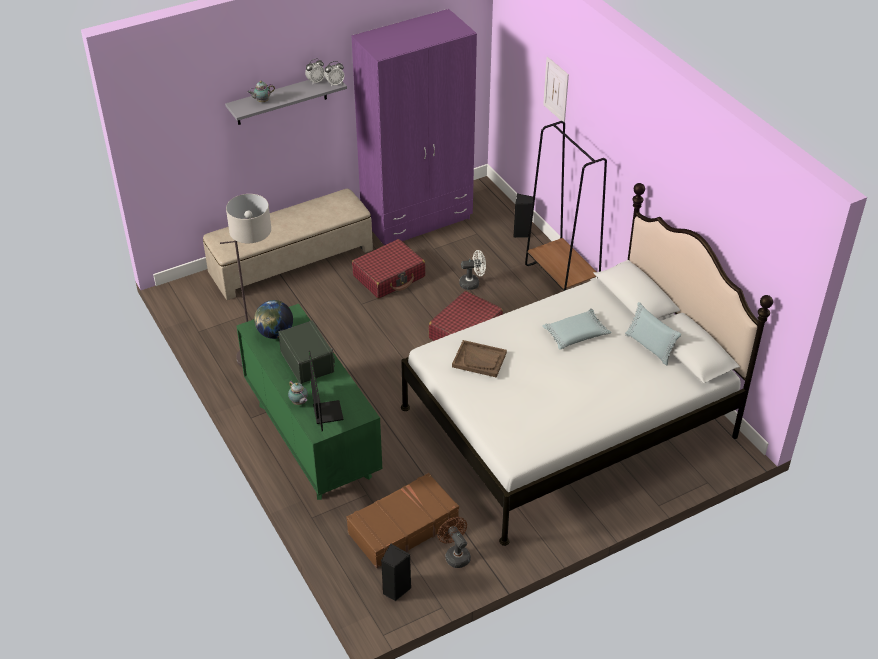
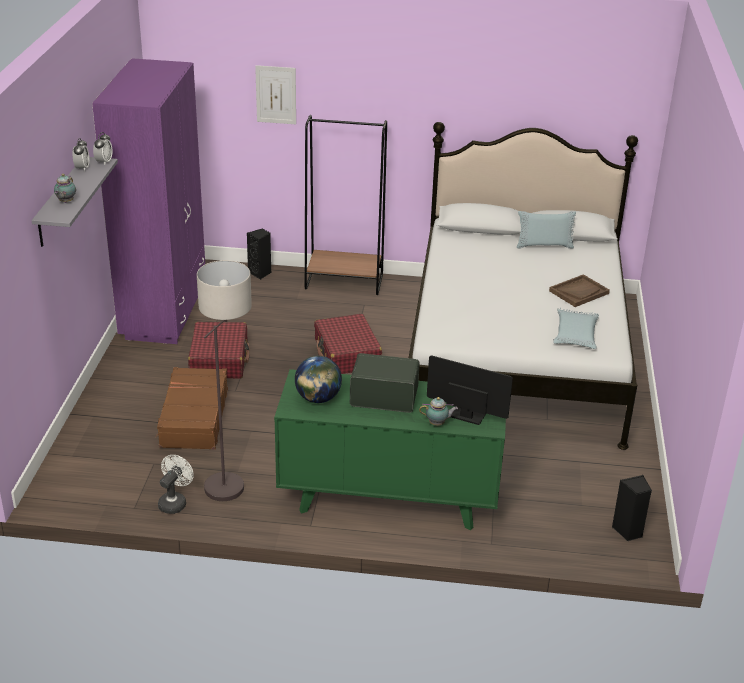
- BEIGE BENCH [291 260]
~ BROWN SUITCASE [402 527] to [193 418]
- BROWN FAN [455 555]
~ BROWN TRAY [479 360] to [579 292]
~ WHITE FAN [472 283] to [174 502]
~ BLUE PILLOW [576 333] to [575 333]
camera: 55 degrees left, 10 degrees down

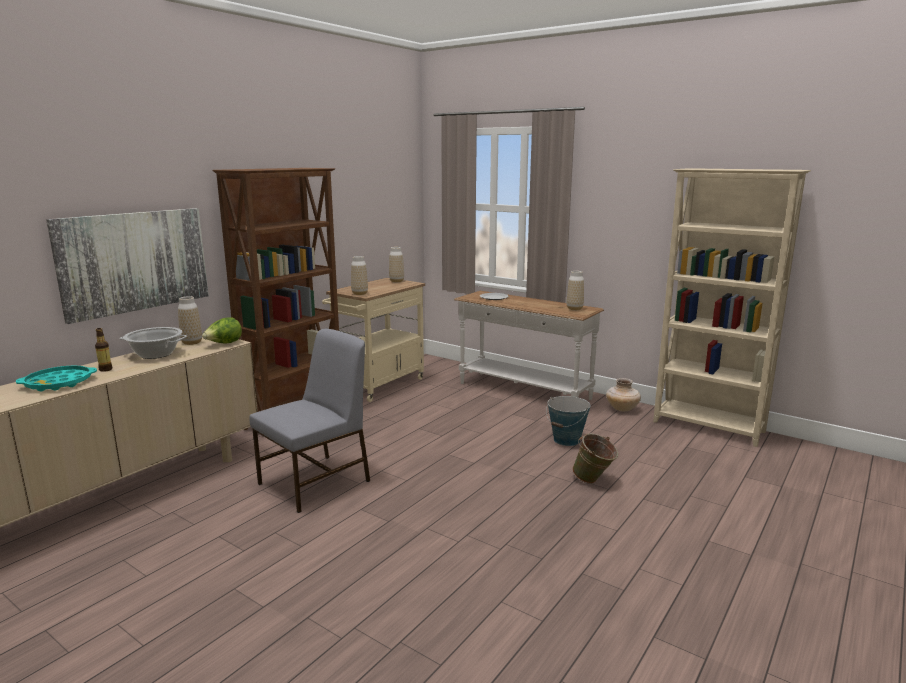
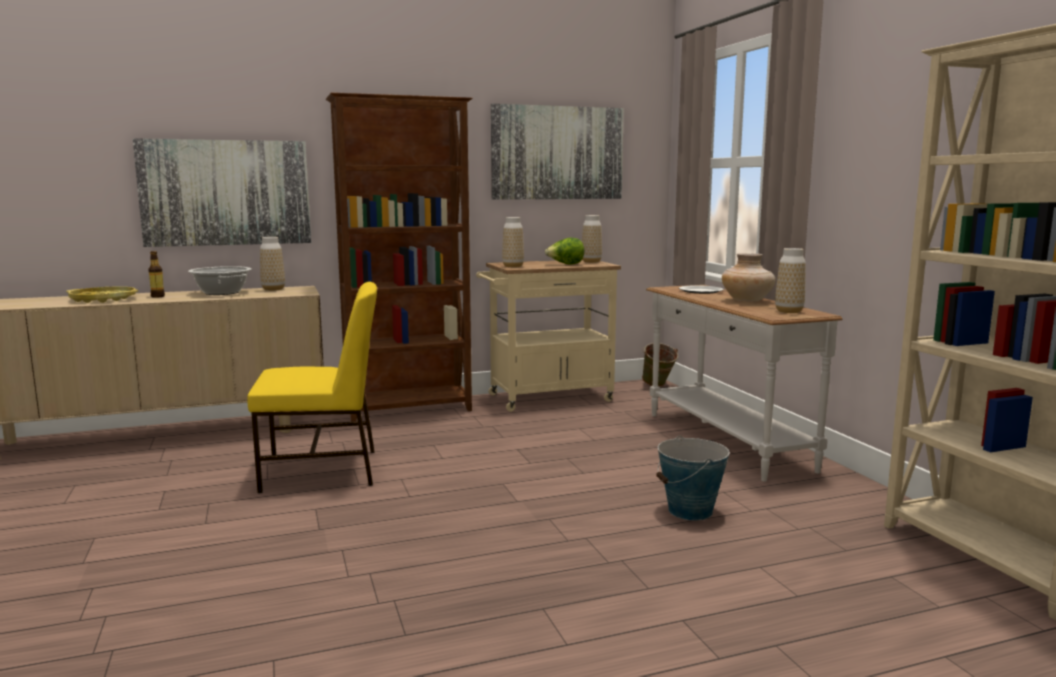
~ TURQUOISE TRAY [59 383] to YELLOW TRAY [103 299]
~ LETTUCE [224 344] to [565 264]
~ GREY CHAIR [316 482] to YELLOW CHAIR [323 471]
~ GREEN BUCKET [593 481] to [657 386]
~ BEIGE VASE [622 409] to [747 301]
+ PICTURE [557 153]
camera: 35 degrees right, 5 degrees down

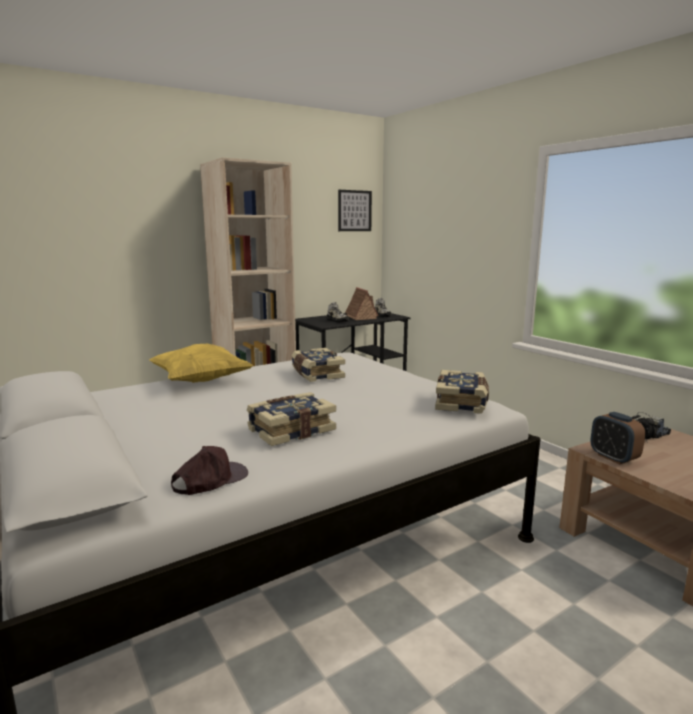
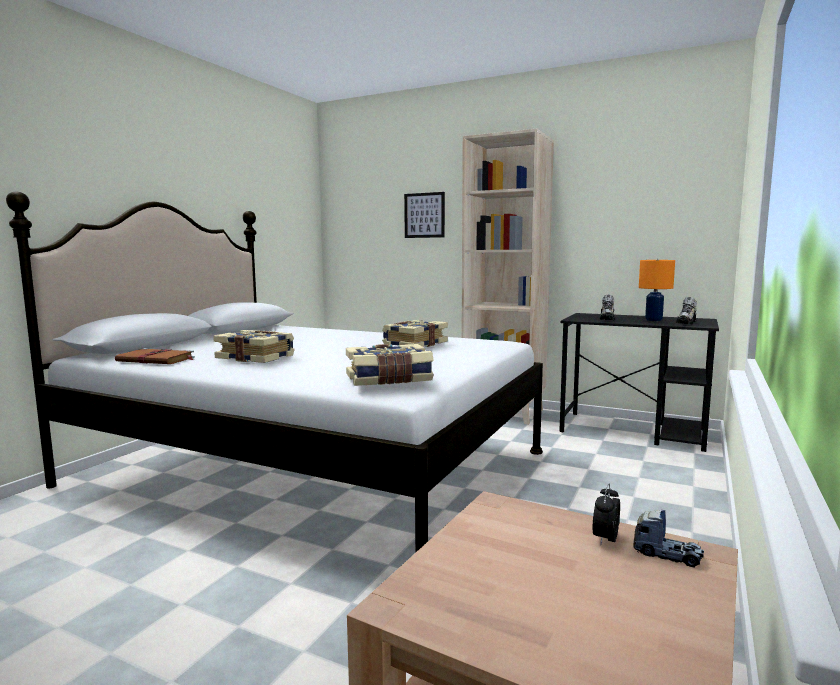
- YELLOW PILLOW [201 381]
~ BROWN CAP [210 479] to BROWN BOOK [157 360]
~ PICTURE [354 211] to [424 215]
~ TOY HOUSE [360 317] to ORANGE TABLE LAMP [652 320]
- ALARM CLOCK [613 458]
camera: 60 degrees right, 5 degrees down

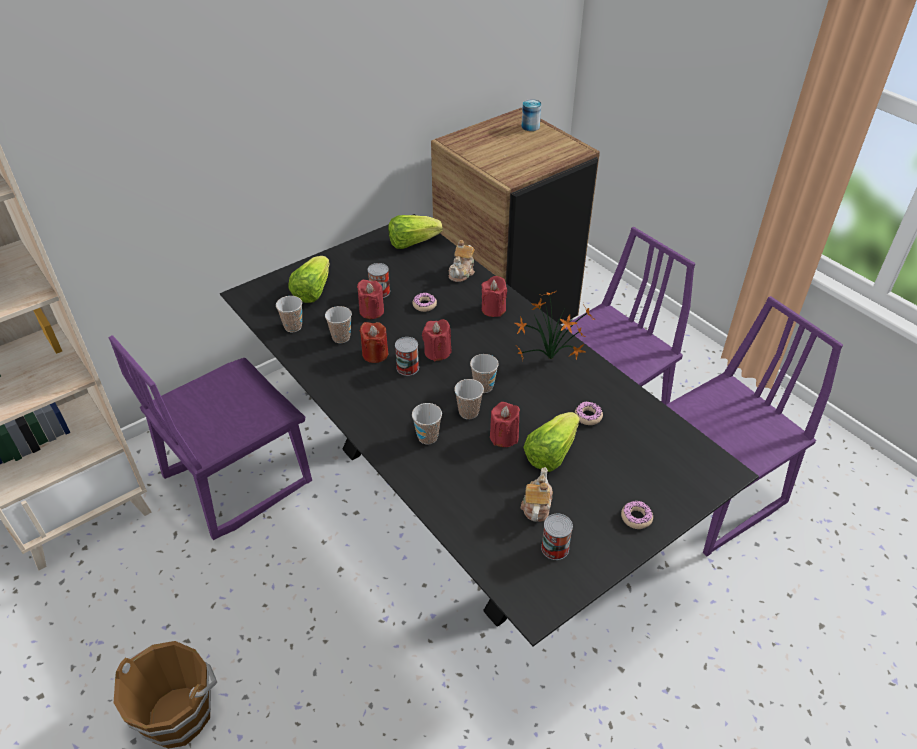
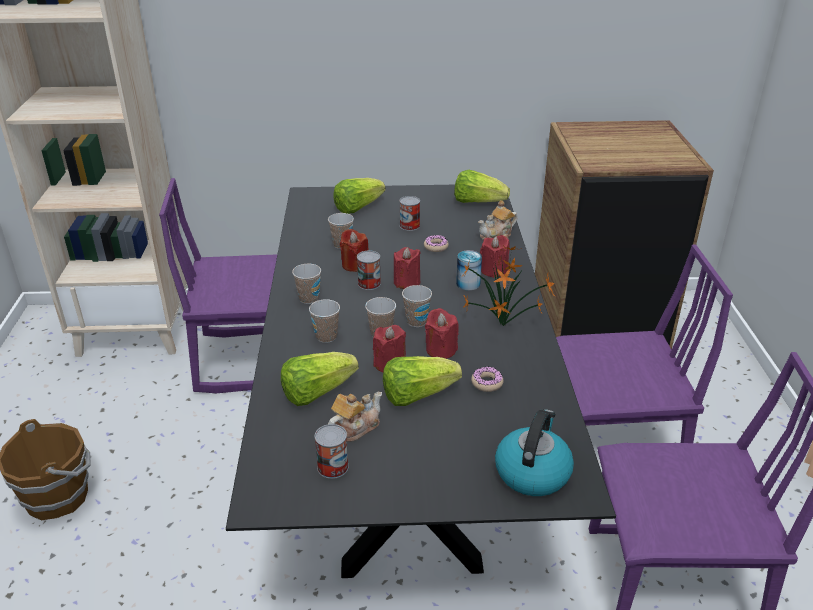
~ CUP [293 327] to [309 298]
~ RED CANDLE [371 311] to [441 350]
~ CAN [530 126] to [468 284]
- DONUT [636 518]
+ LETTUCE [316 392]
+ KETTLE [532 472]
camera: 35 degrees right, 10 degrees down

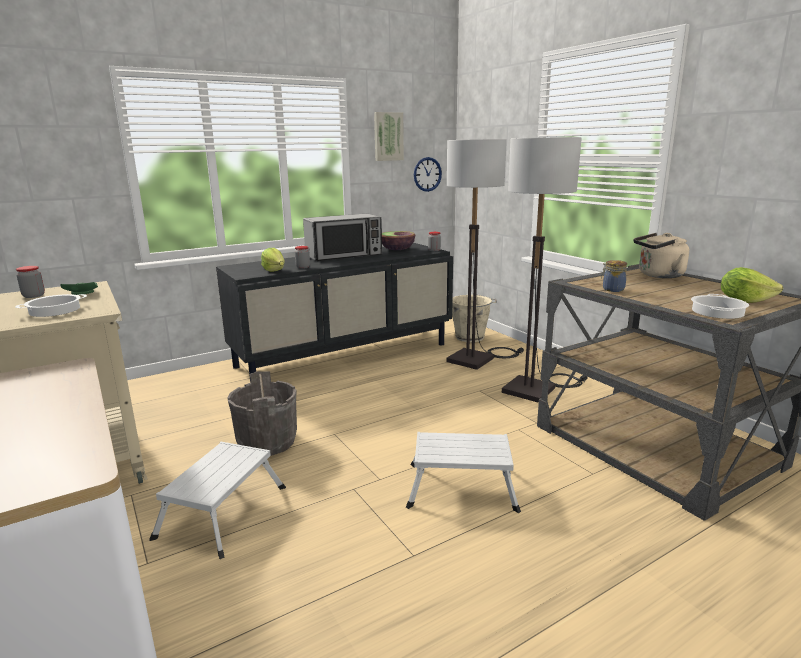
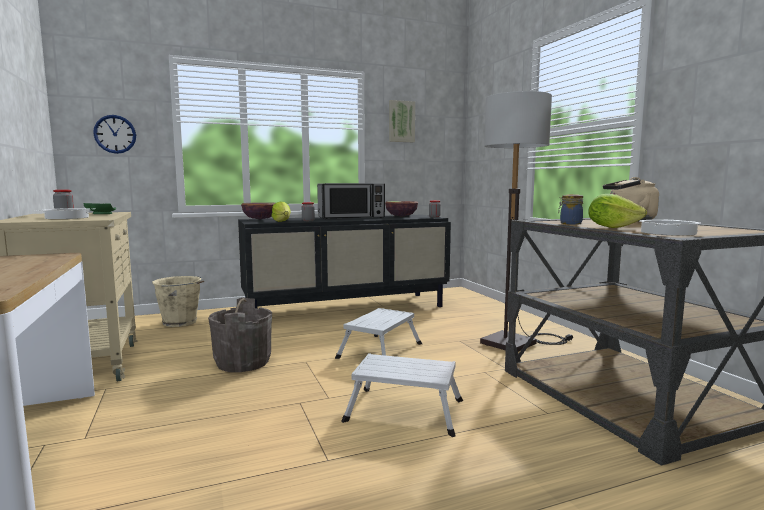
~ WHITE STEP LADDER [221 512] to [380 351]
~ WALL CLOCK [427 174] to [115 134]
- FLOOR LAMP [480 359]
~ BEIGE BUCKET [471 337] to [181 322]
~ LETTUCE [744 300] to [612 227]
+ BOWL [260 219]
camera: 10 degrees right, 10 degrees down

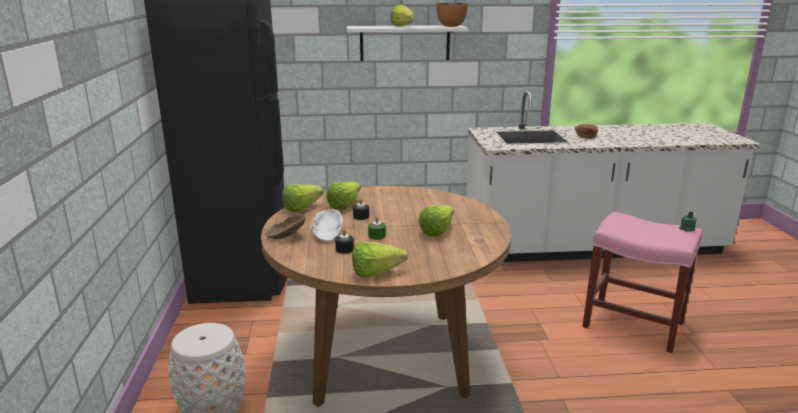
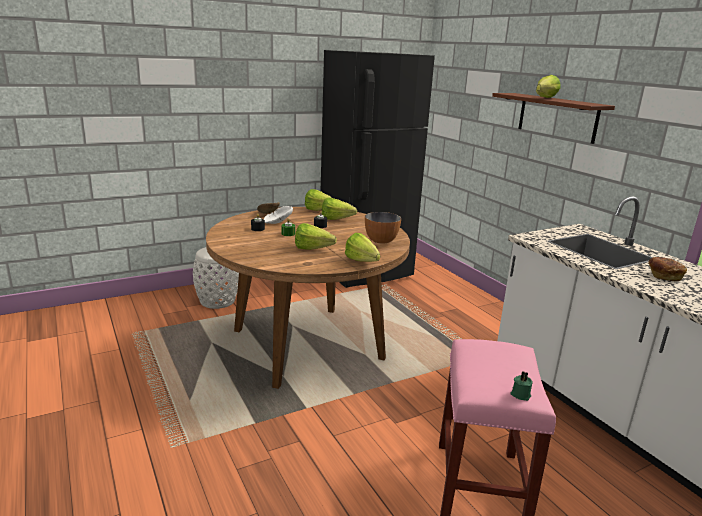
~ WHITE SHELF [405 43] to BROWN SHELF [557 117]
~ LETTUCE [380 273] to [363 262]
~ BOWL [451 26] to [381 241]
camera: 65 degrees right, 0 degrees up

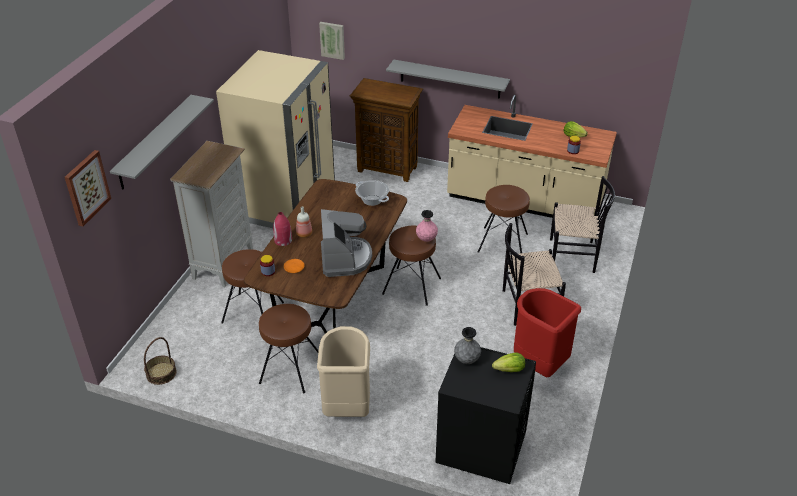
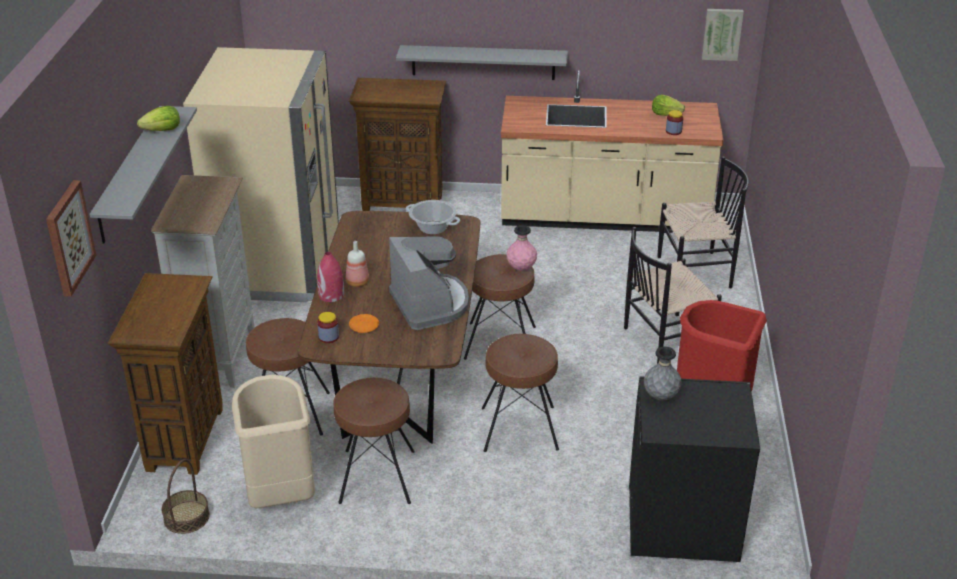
~ BEIGE TRASH CAN [346 407] to [280 495]
~ PICTURE [332 40] to [722 34]
~ BROWN STOOL [503 243] to [519 429]
~ LETTUCE [509 370] to [163 130]
+ BROWN CABINET [184 438]
camera: 15 degrees left, 5 degrees down

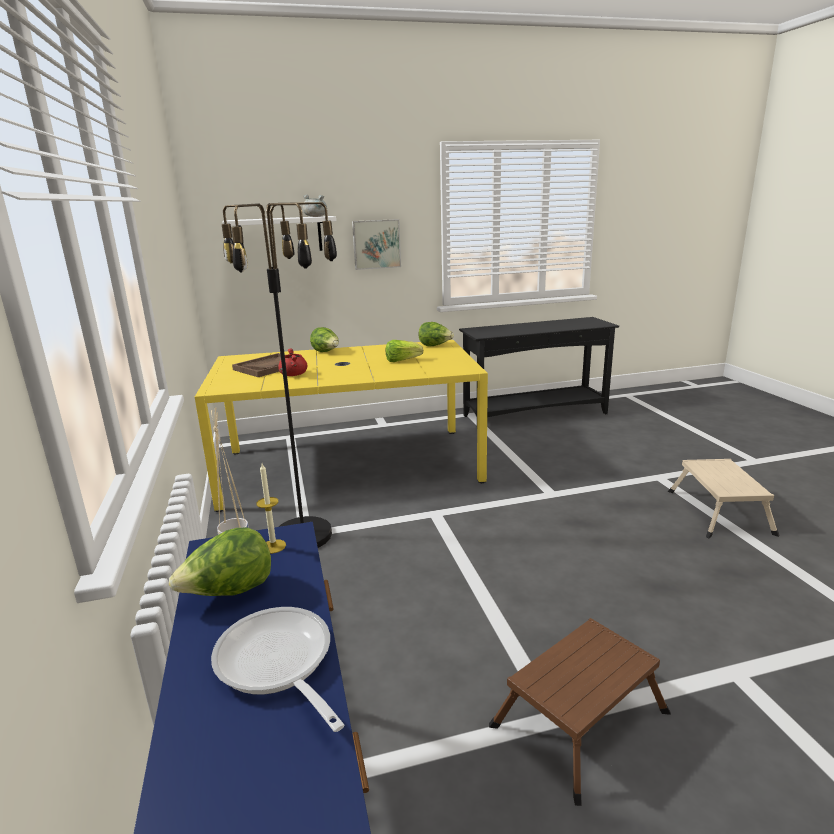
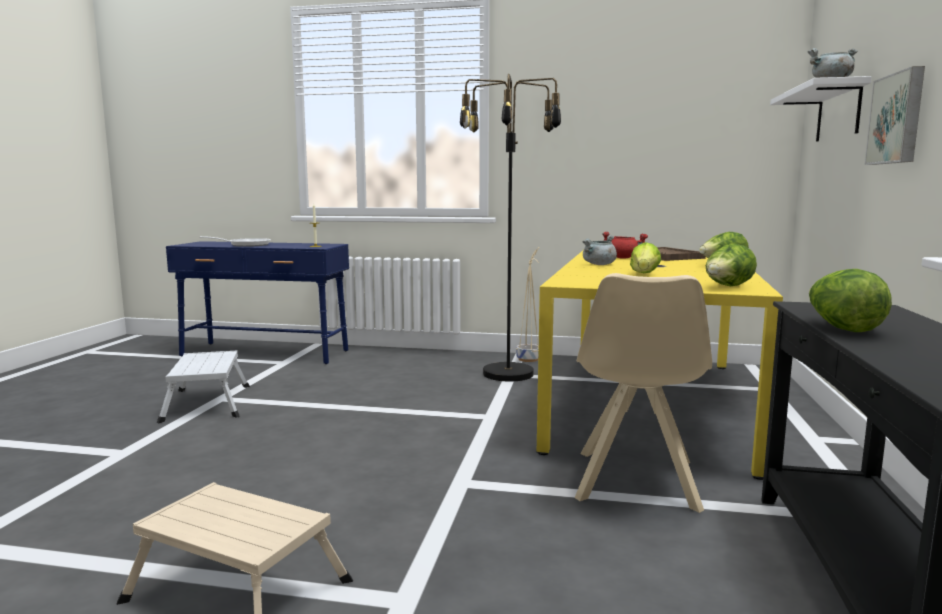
~ LETTUCE [229 592] to [842 328]
~ BROWN STEP LADDER [579 719] to WHITE STEP LADDER [207 403]
+ BEIGE CHAIR [635 482]
+ GREY COOKING POT [599 264]
camera: 115 degrees right, 10 degrees down

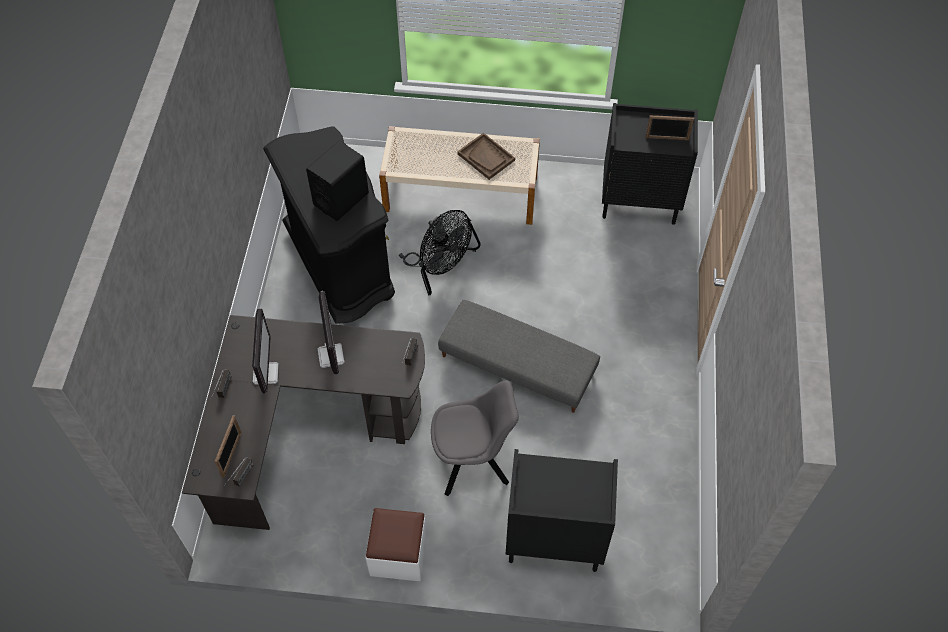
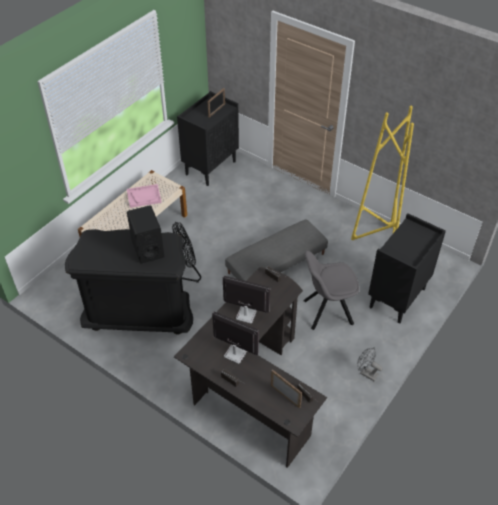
~ WHITE OTTOMAN [398 554] to GREY FAN [366 373]
~ GREY CHAIR [473 463] = [327 312] 120 degrees counterclockwise
~ BROWN TRAY [486 157] to PINK TRAY [144 196]
+ YELLOW CLOTHES RACK [378 242]
camera: 60 degrees left, 10 degrees down

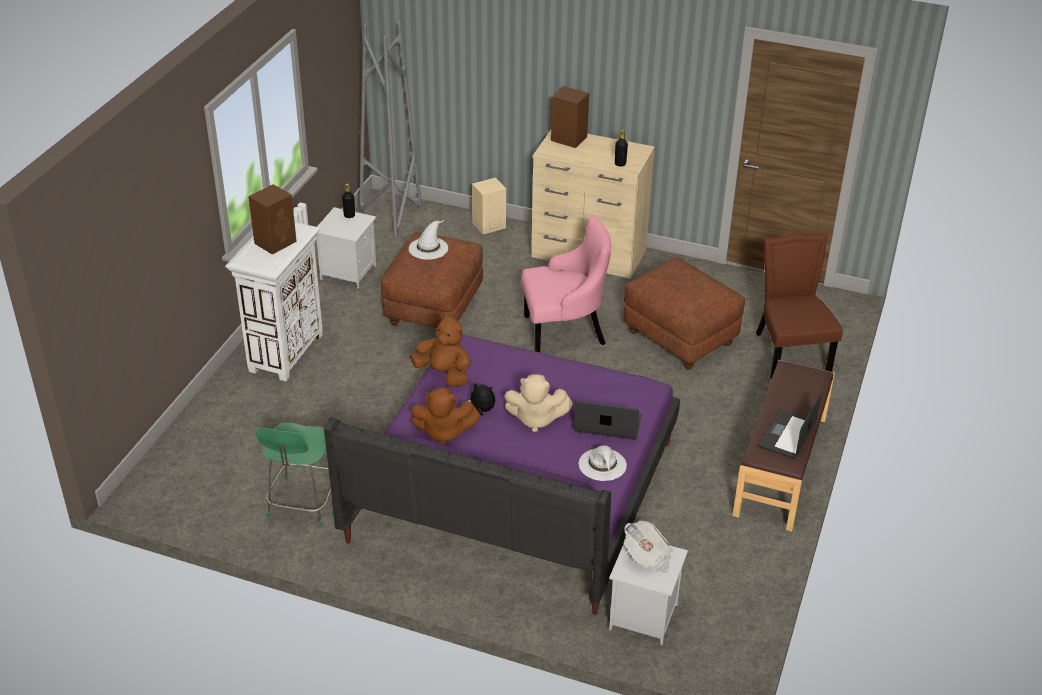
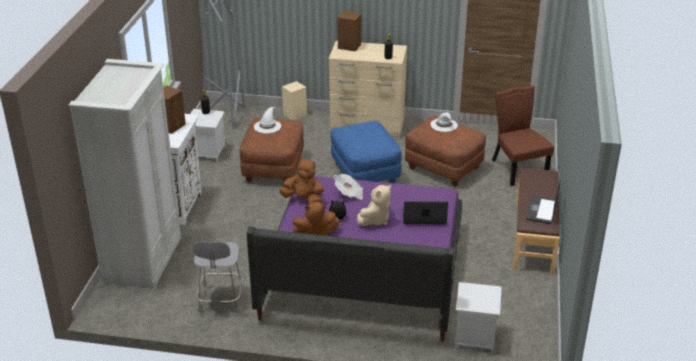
~ GREEN CHAIR [302 504] to GREY CHAIR [220 300]
~ BEIGE PLUSH TOY [536 419] = [375 220] 45 degrees counterclockwise
~ PINK CHAIR [563 332] to BLUE OTTOMAN [365 173]
~ WHITE HAT [602 465] to [444 125]
~ NEWSPAPER [648 557] to [349 194]
+ WHITE WARDROBE [143 259]
camera: 10 degrees left, 5 degrees down

